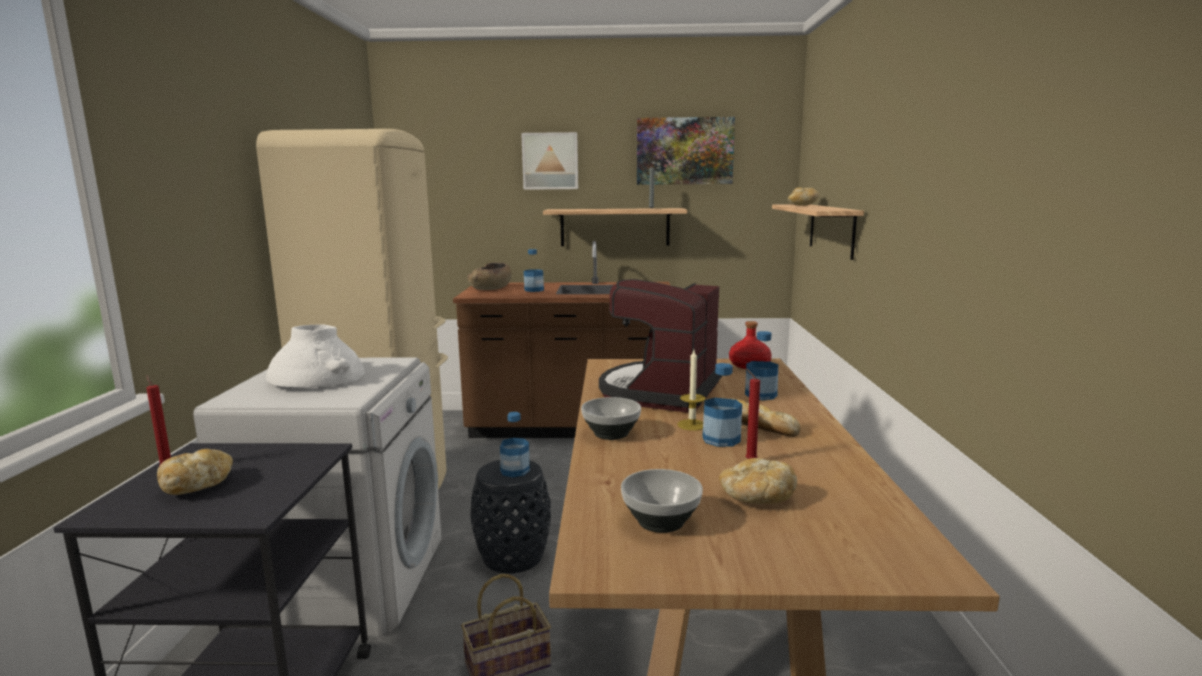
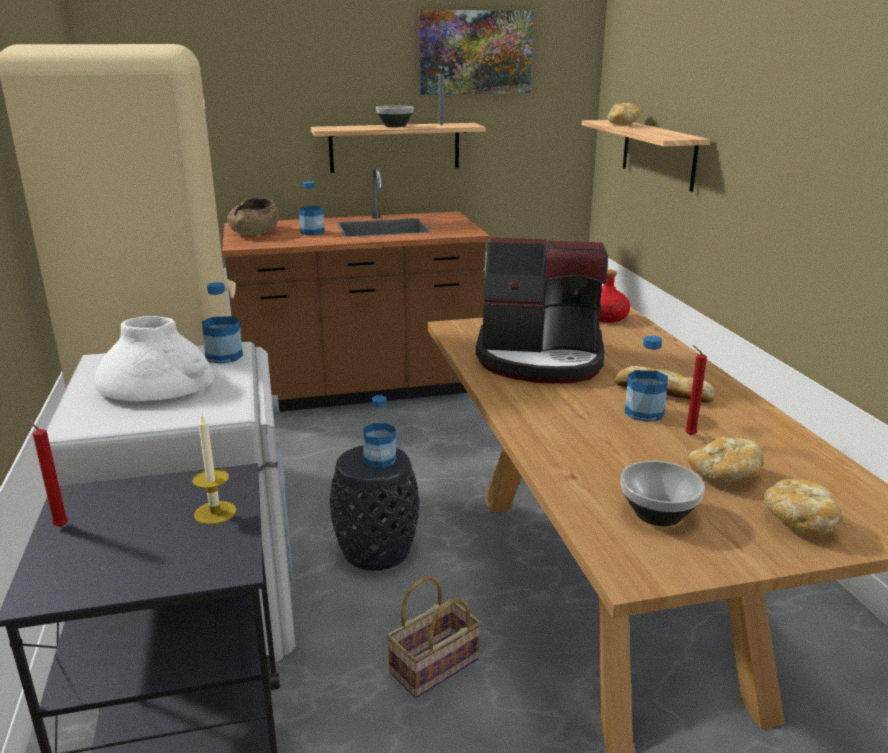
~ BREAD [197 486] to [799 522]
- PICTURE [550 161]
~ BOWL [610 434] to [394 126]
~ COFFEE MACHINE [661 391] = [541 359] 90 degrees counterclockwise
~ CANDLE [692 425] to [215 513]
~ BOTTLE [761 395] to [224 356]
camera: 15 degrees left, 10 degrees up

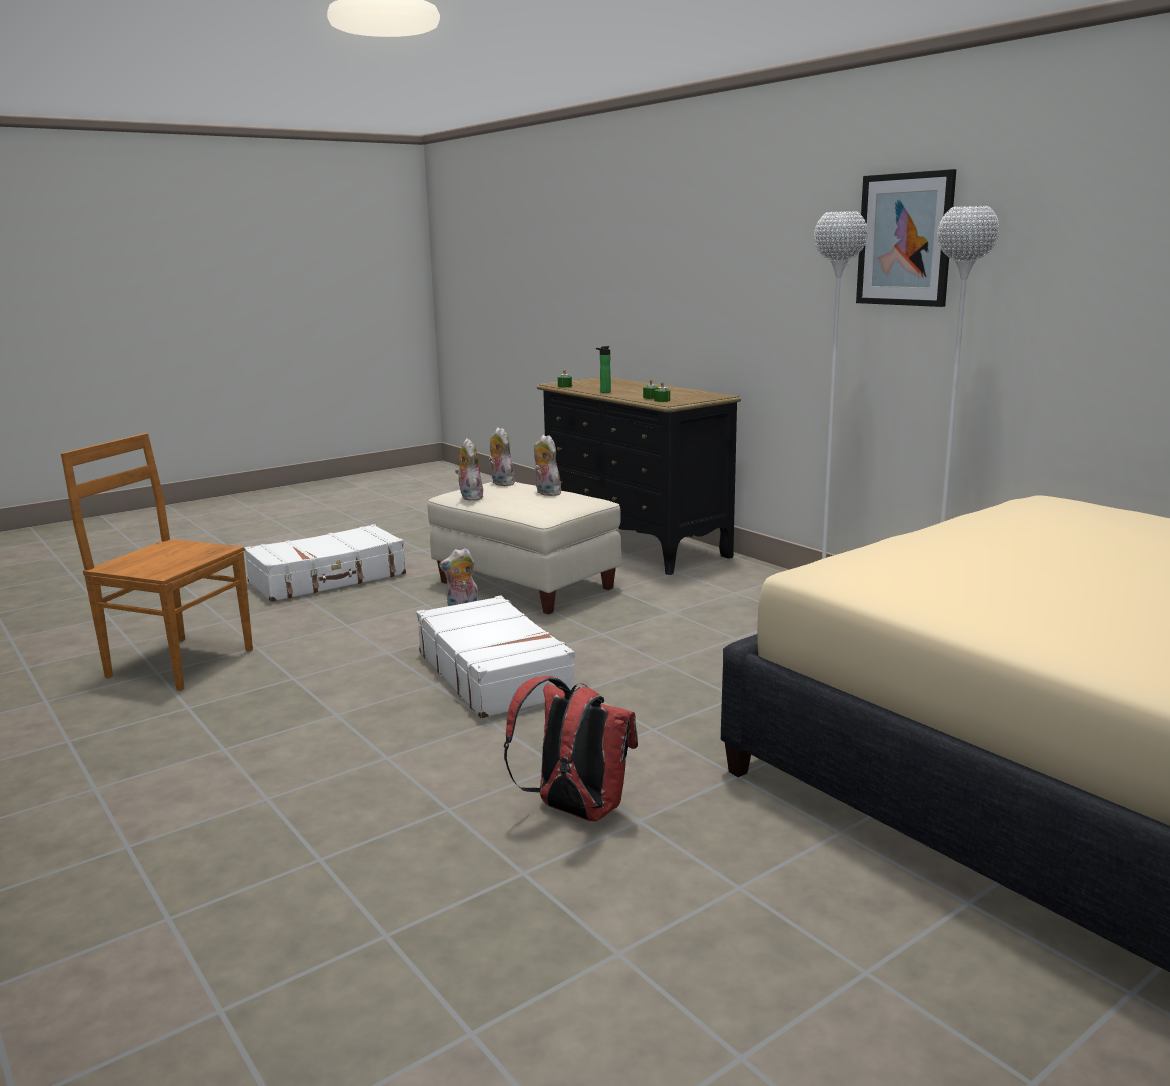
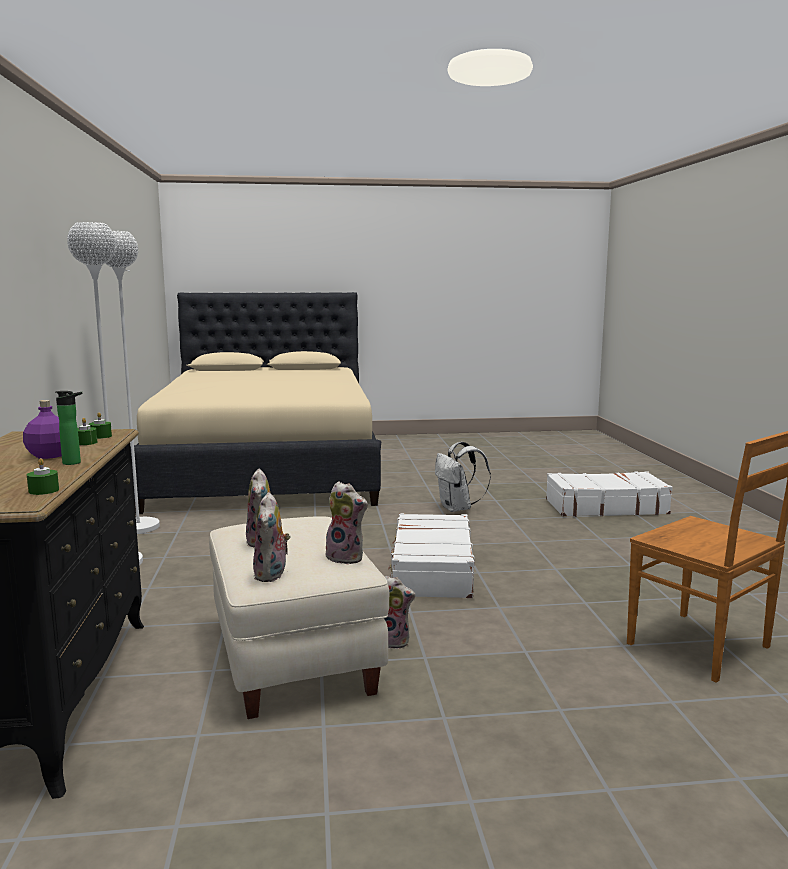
~ WHITE SUITCASE [328 579] to [605 506]
~ PLUSH TOY [469 497] = [347 557] 75 degrees counterclockwise
~ RED BACKPACK [575 810] to WHITE BACKPACK [458 508]
- PICTURE [905 239]
+ PURPLE BOTTLE [50 455]
camera: 150 degrees left, 5 degrees down

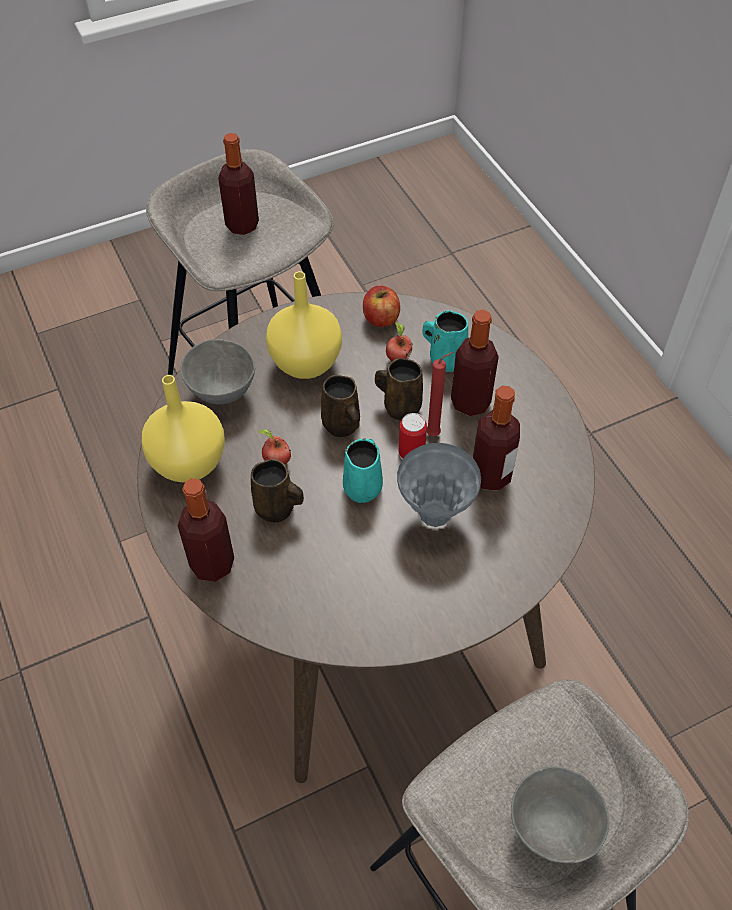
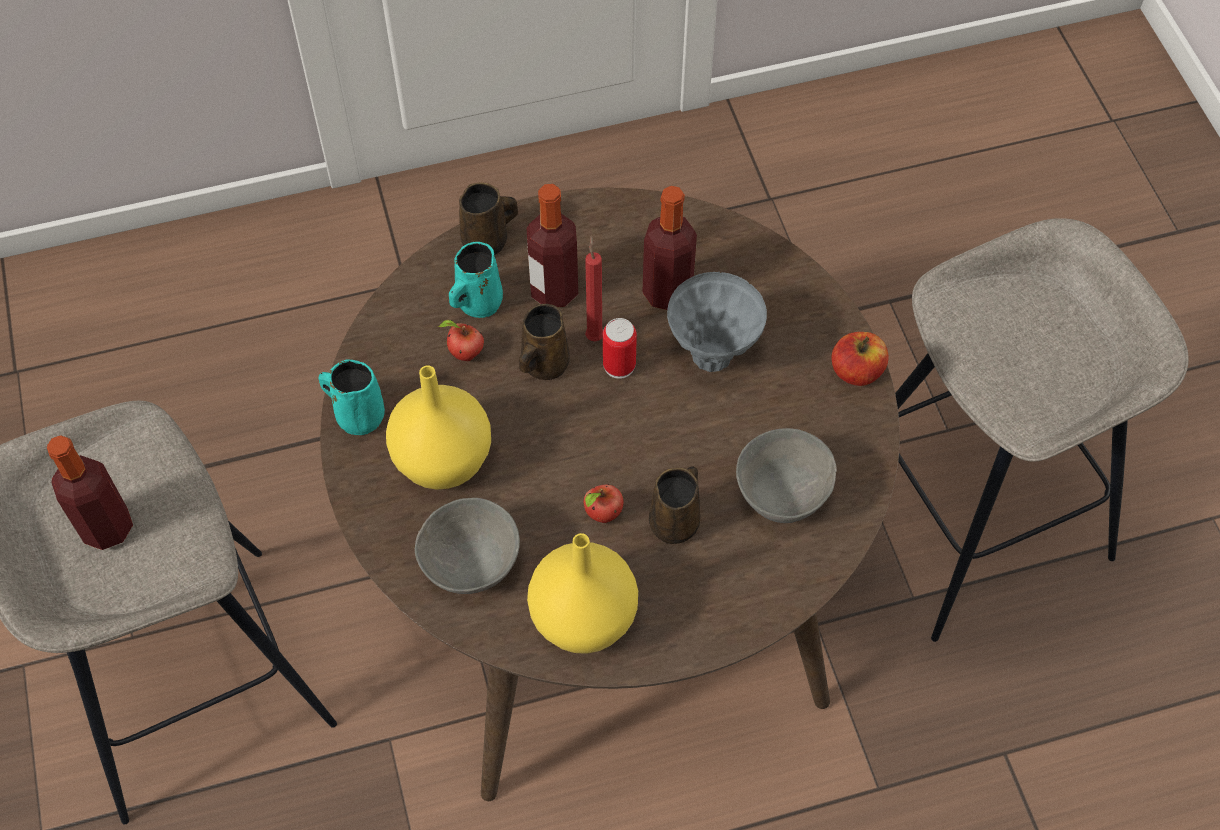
- BOTTLE [212 564]
~ BROWN MUG [342 426] to [487 241]
~ TURQUOISE MUG [363 486] to [358 415]
~ APPLE [381 318] to [856 371]
~ GREY BOWL [552 828] to [781 497]
camera: 80 degrees left, 5 degrees up

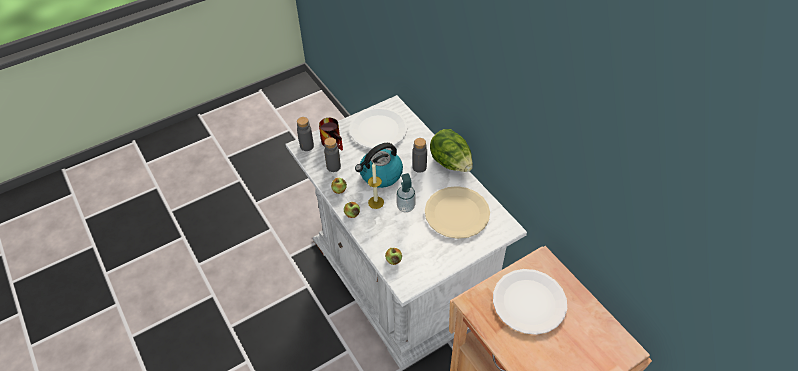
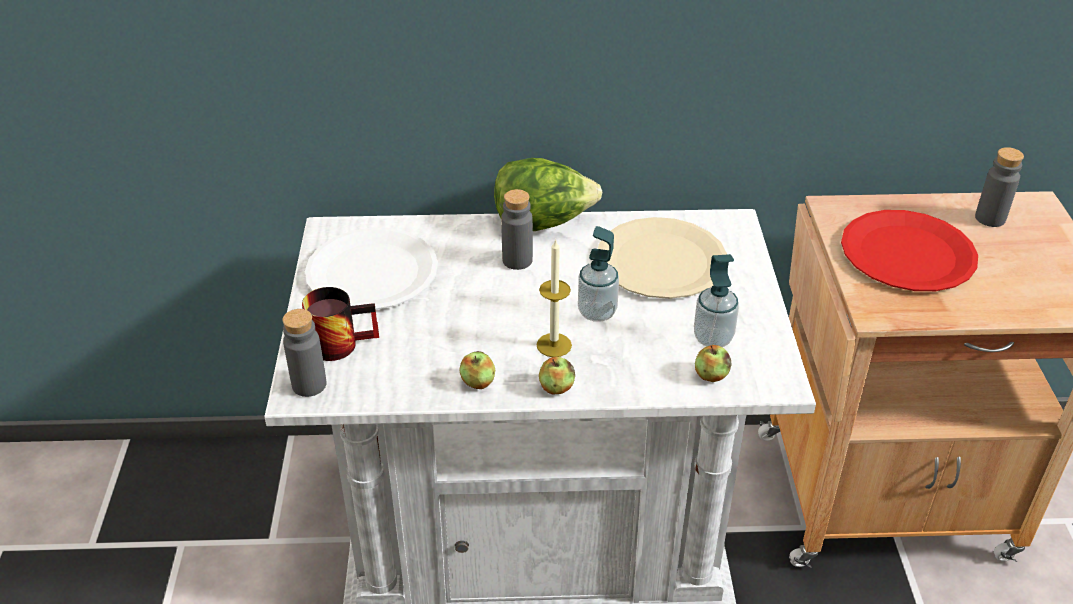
~ GREY BOTTLE [333 167] to [990 218]
- KETTLE [380 175]
~ WHITE PLATE [529 302] to RED PLATE [907 254]
+ SOAP DISPENSER [713 338]
camera: 60 degrees left, 10 degrees down

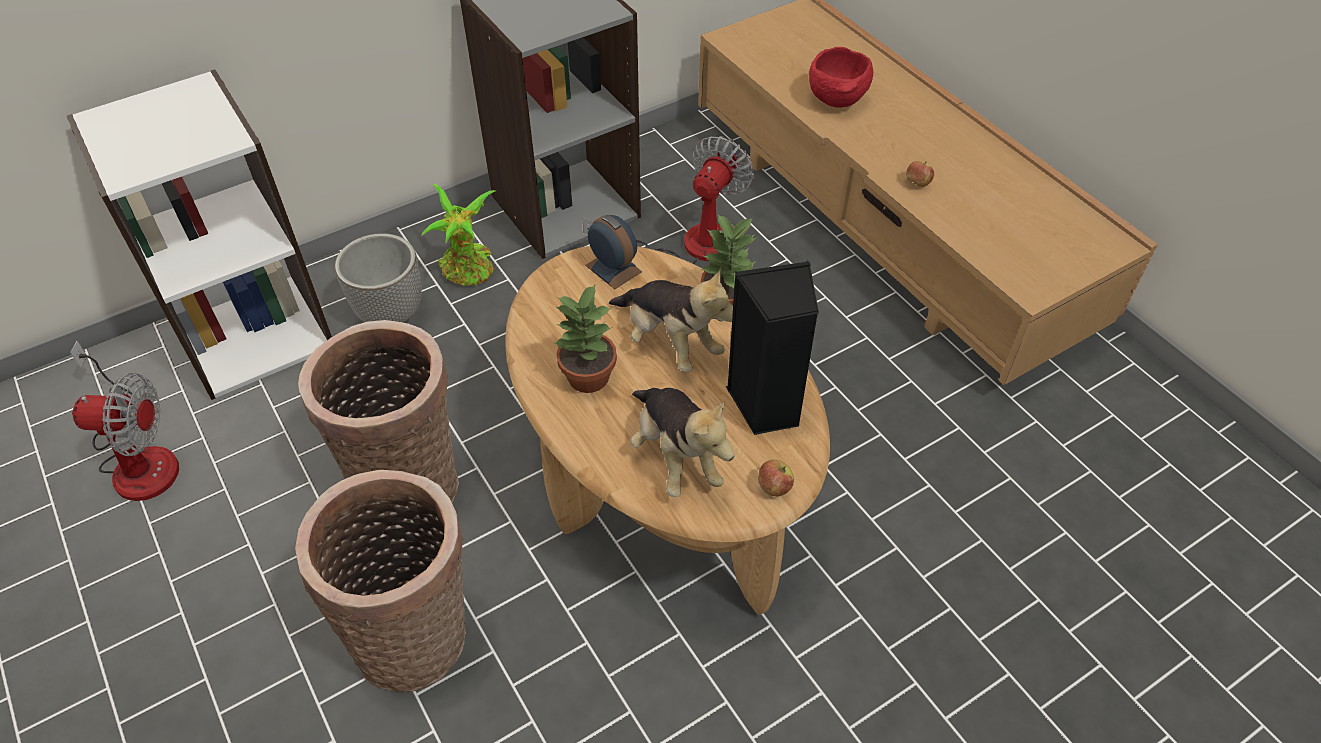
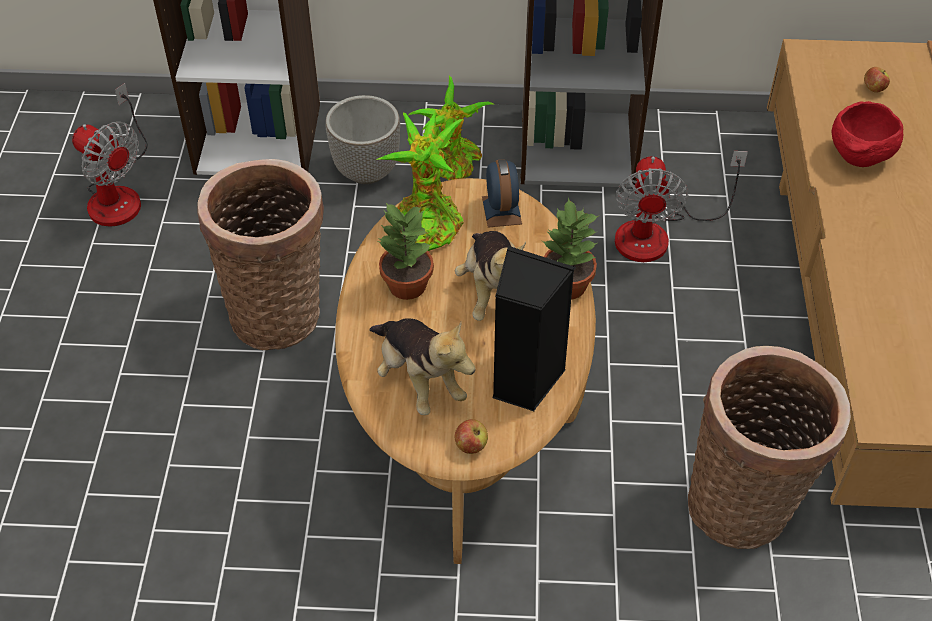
~ BASKET [417 634] to [745 504]
~ FAN [689 245] = [657 233] 120 degrees clockwise
~ PLUSH TOY [675 455] = [419 379] 45 degrees counterclockwise
~ APPLE [917 183] to [873 89]
+ POTTED PLANT [427 221]
camera: 35 degrees right, 0 degrees up

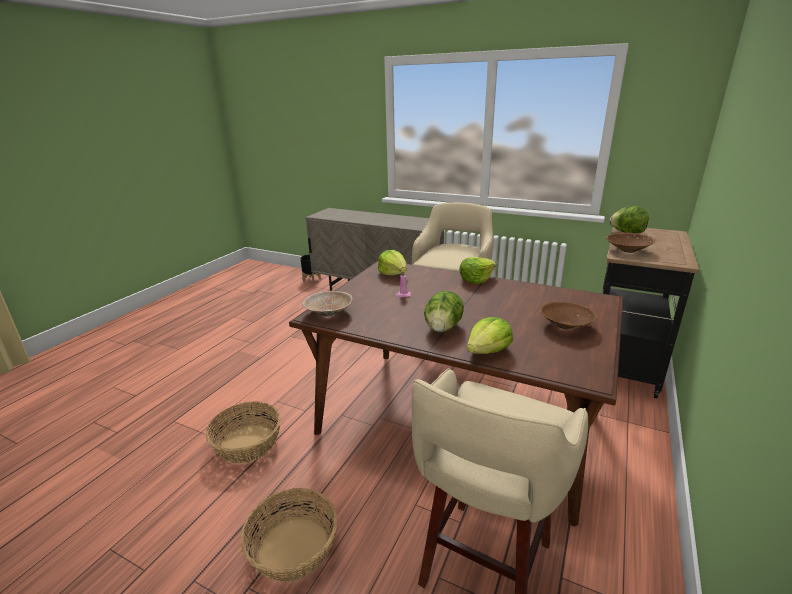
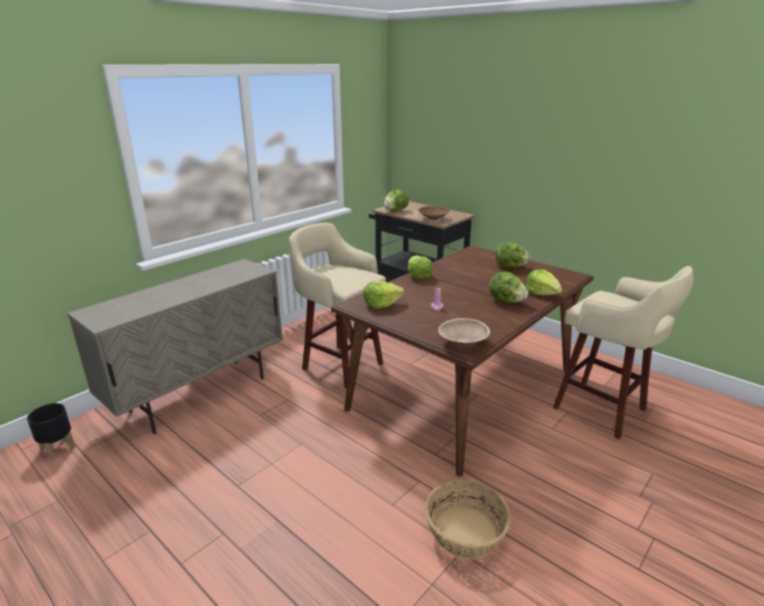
- BASKET [293 549]
~ BROWN BOWL [566 325] to LETTUCE [510 267]
camera: 75 degrees left, 0 degrees up

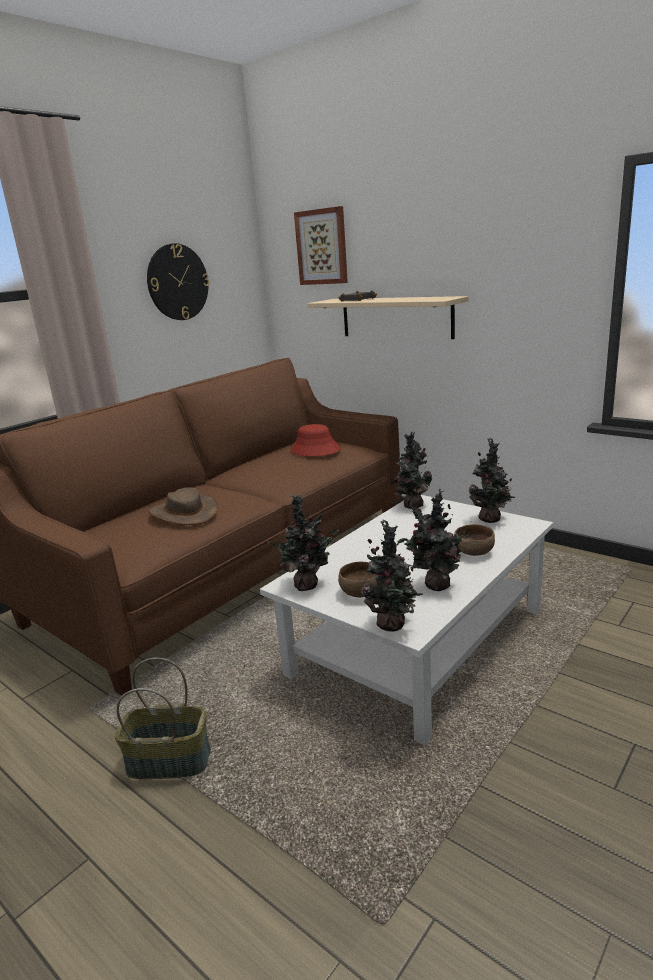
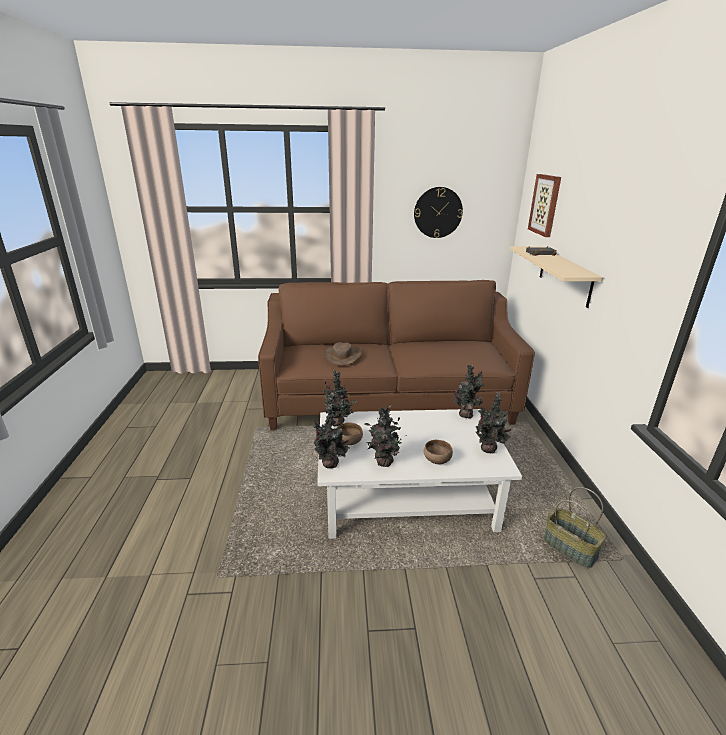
~ BASKET [170 760] to [570 548]
- RED HAT [315 450]
camera: 45 degrees right, 5 degrees up

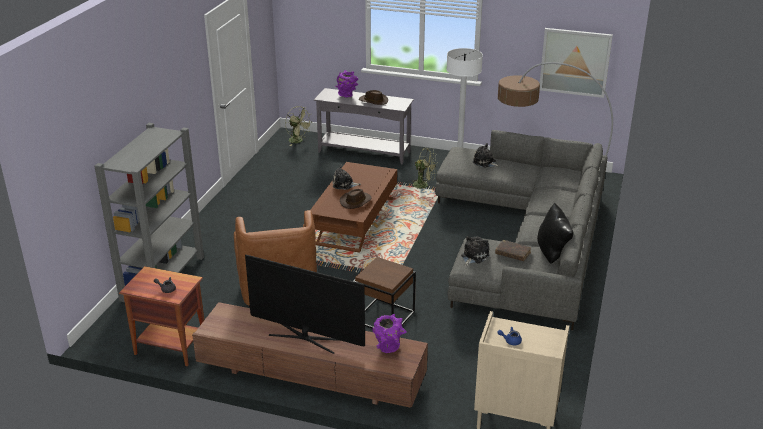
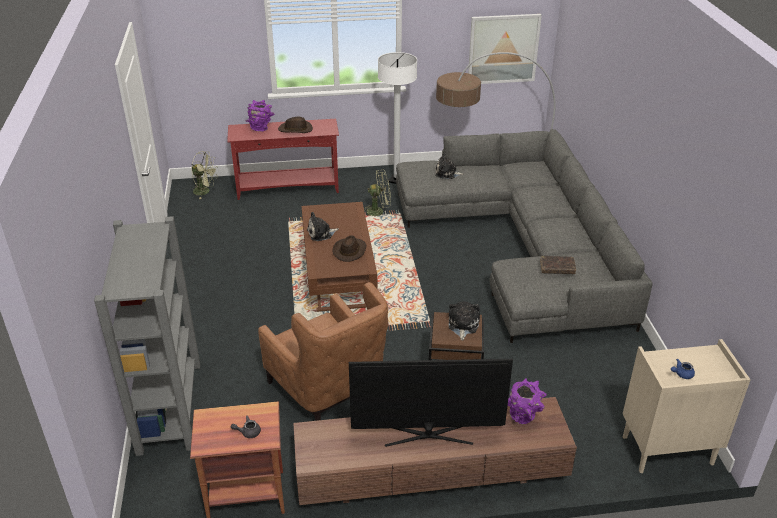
~ GREY CONSOLE TABLE [364 152] to RED CONSOLE TABLE [288 188]
~ PLUSH TOY [473 256] to [462 325]
- BLACK PILLOW [553 254]
camera: 25 degrees left, 5 degrees up

